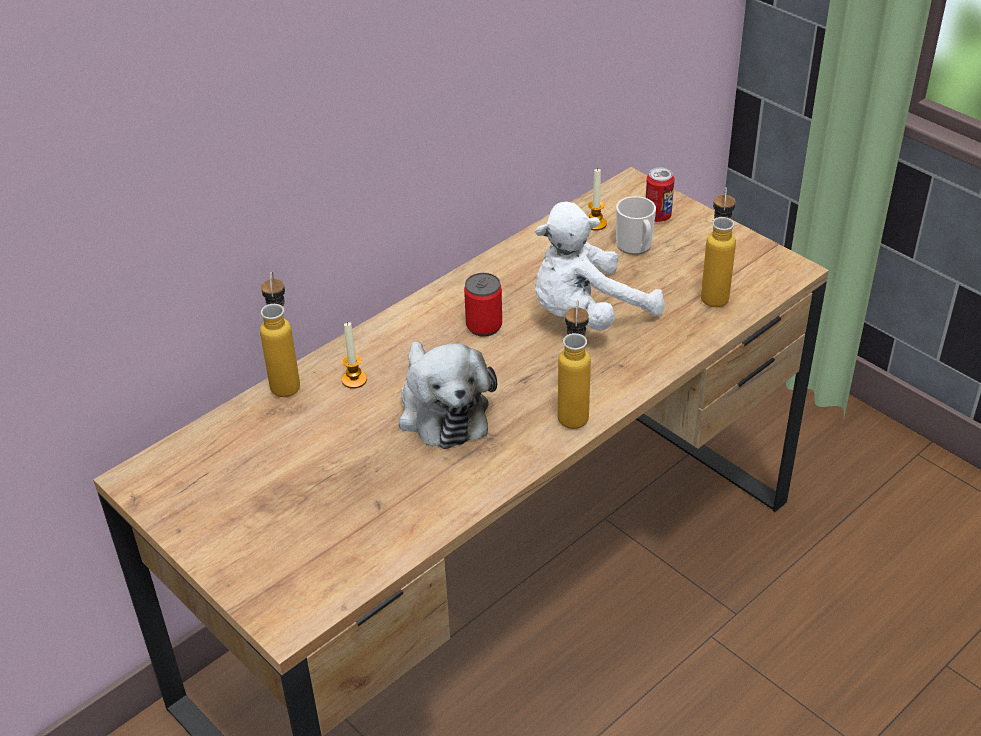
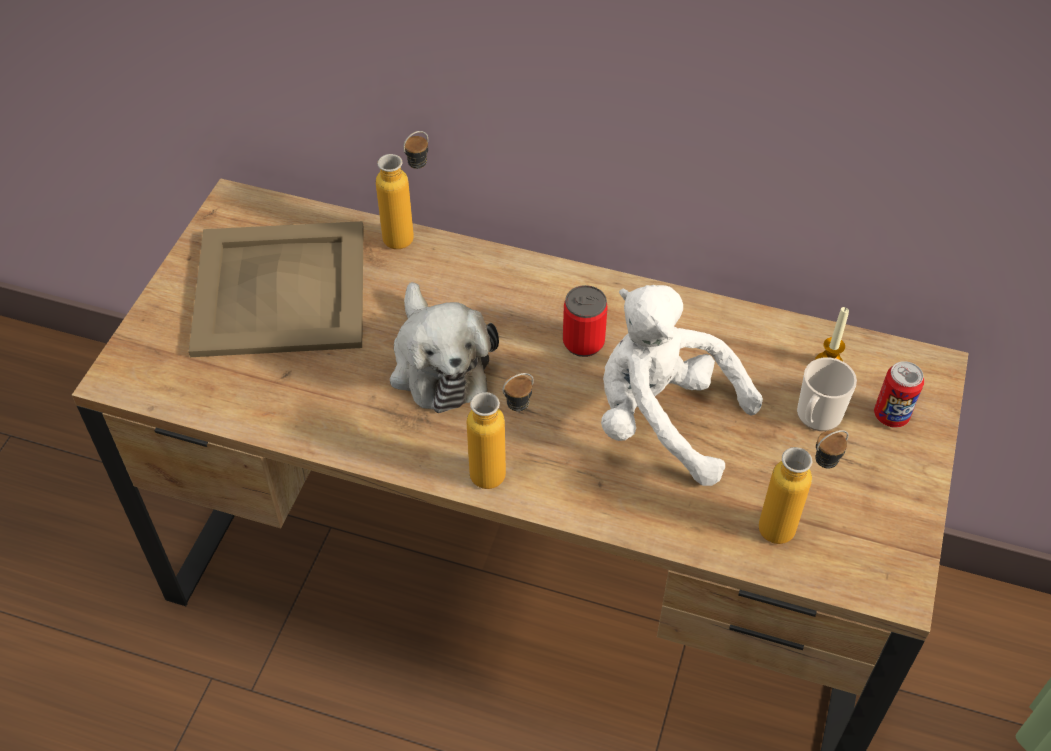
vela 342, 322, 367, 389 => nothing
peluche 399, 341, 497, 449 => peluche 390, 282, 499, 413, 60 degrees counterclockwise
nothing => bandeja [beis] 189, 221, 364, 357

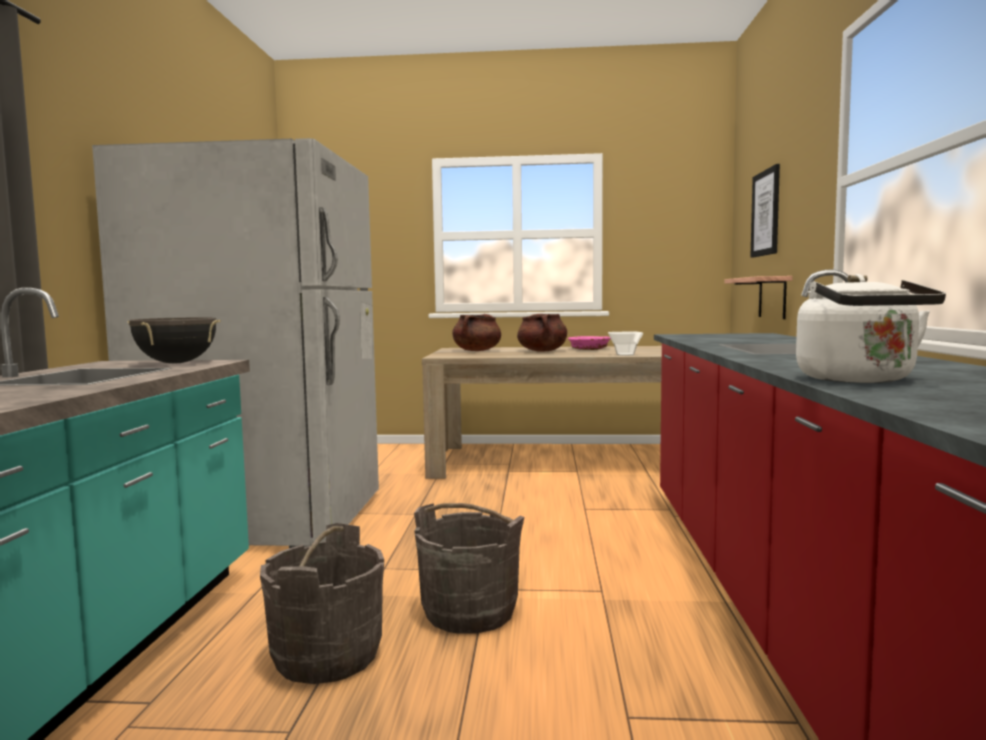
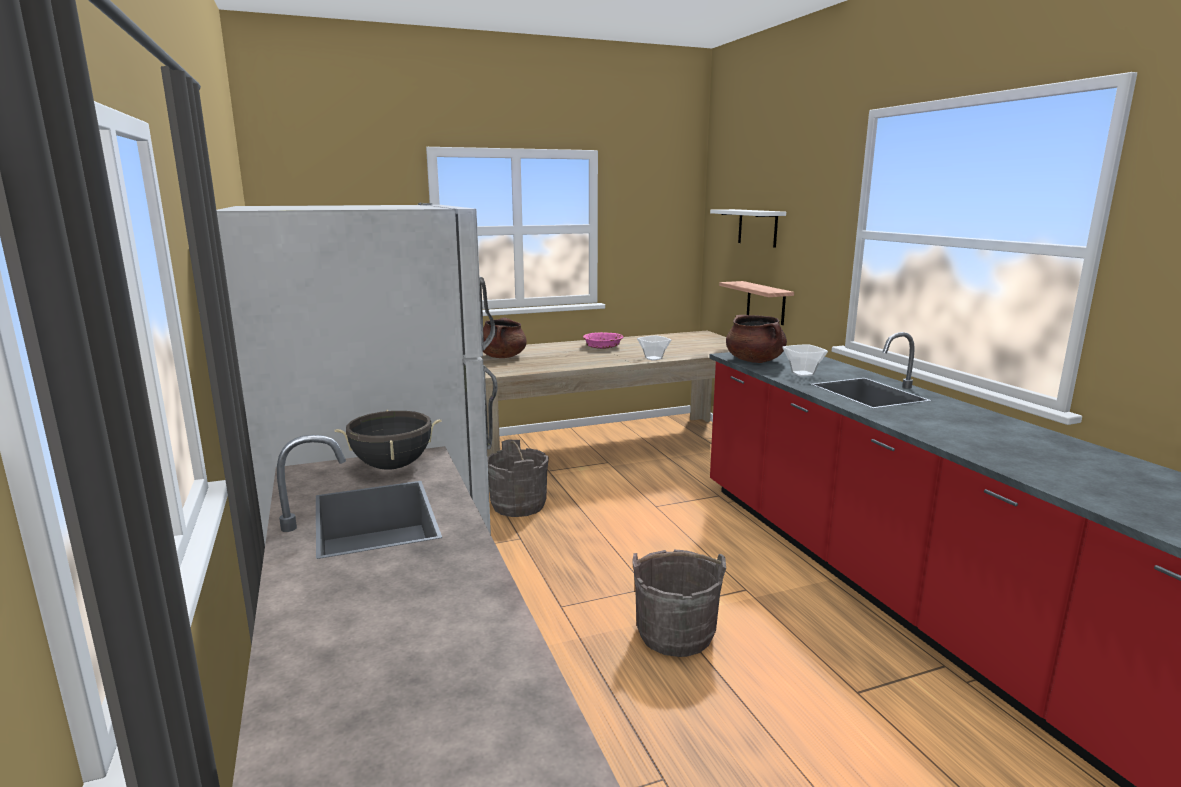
cuadro 751, 164, 780, 258 => estante [blanco] 710, 209, 786, 247
hervidor [blanco] 796, 274, 946, 383 => nothing
olla [marrón] 517, 314, 567, 352 => olla [marrón] 726, 315, 787, 363, moved
cubo [gris] 260, 523, 384, 684 => cubo [gris] 487, 440, 549, 517, moved
nothing => cuenco 782, 345, 828, 376

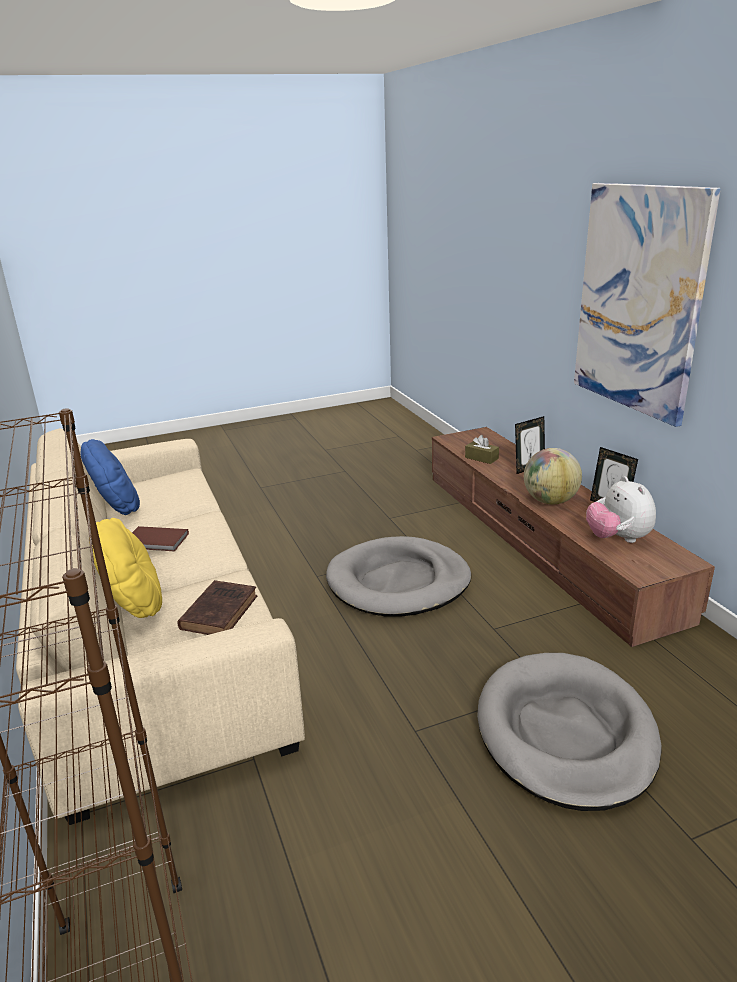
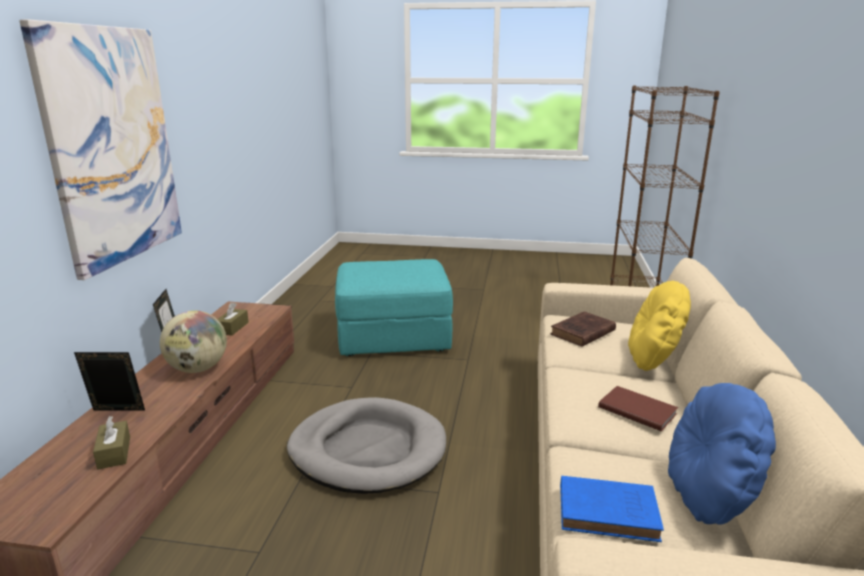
peluche 586, 476, 656, 543 => caja de pañuelos [marrón] 218, 303, 249, 336
cama para perro [gris] 477, 653, 661, 811 => puf [turquesa] 335, 259, 453, 356
nothing => libro [azul] 560, 476, 664, 542

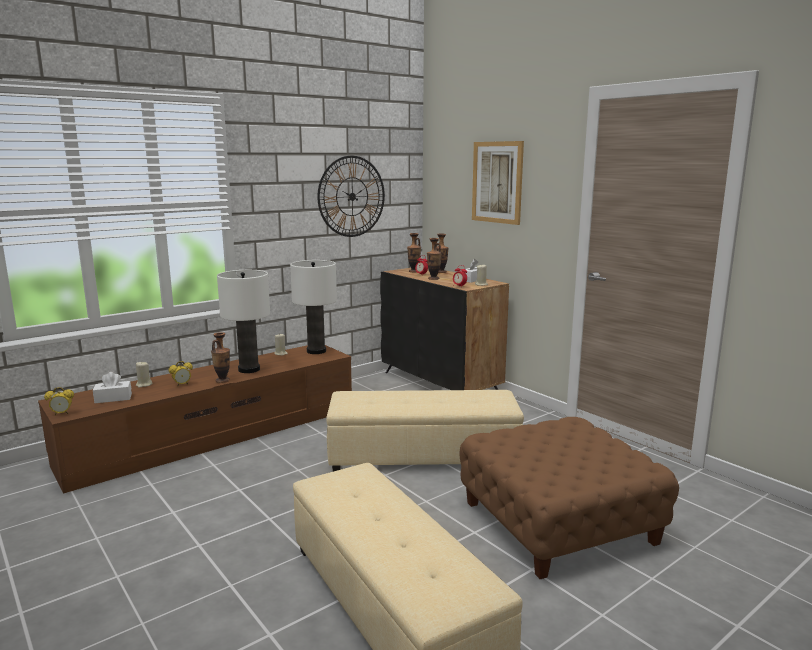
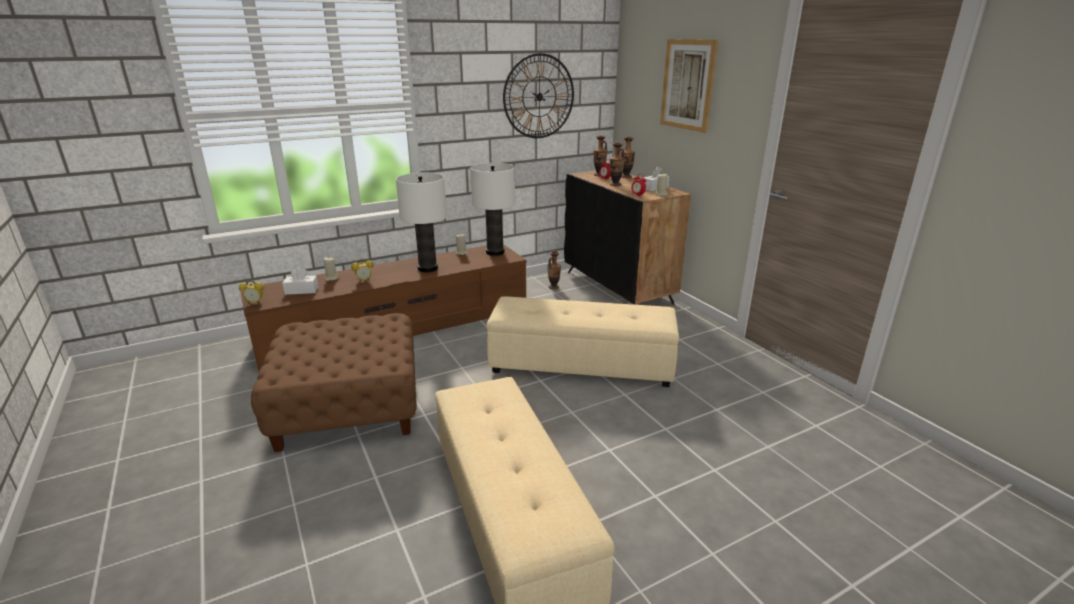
florero 211, 332, 230, 383 => florero 547, 251, 561, 290, moved
puf [marrón] 459, 417, 679, 579 => puf [marrón] 251, 313, 416, 452, moved

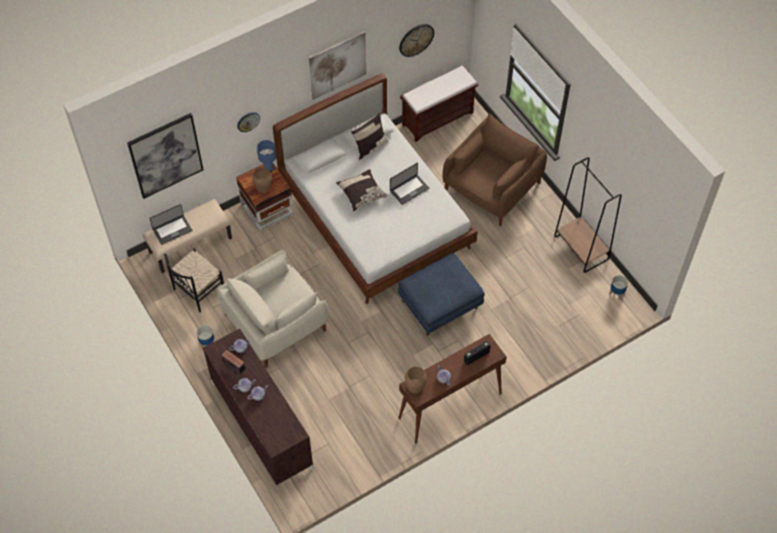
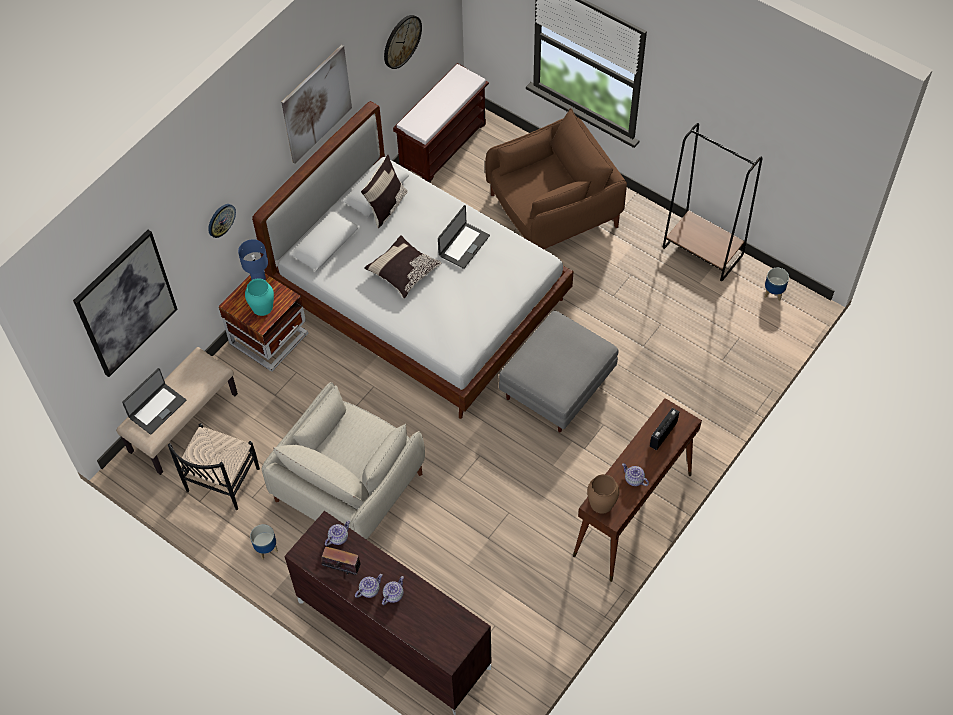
sillón [marrón] 443, 114, 547, 226 => sillón [marrón] 485, 108, 627, 249, 45 degrees clockwise
florero [marrón] 252, 167, 272, 193 => florero [turquesa] 245, 278, 274, 316
puf [azul] 398, 253, 485, 336 => puf [gris] 499, 310, 618, 433

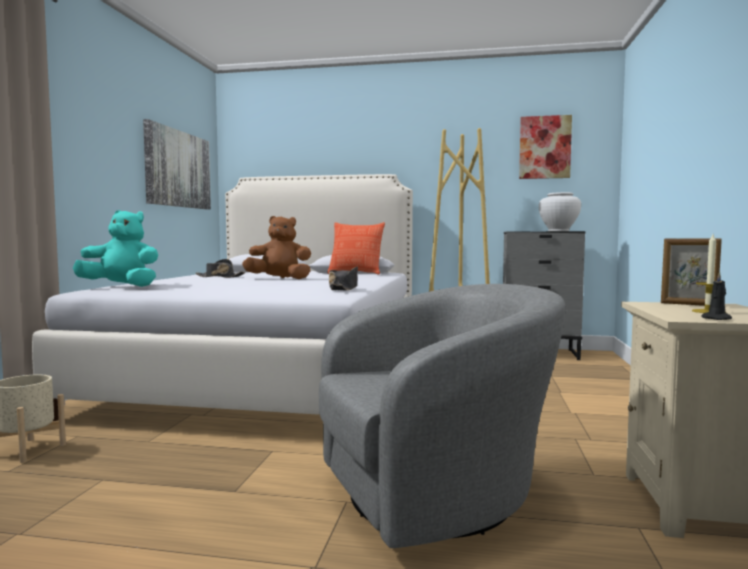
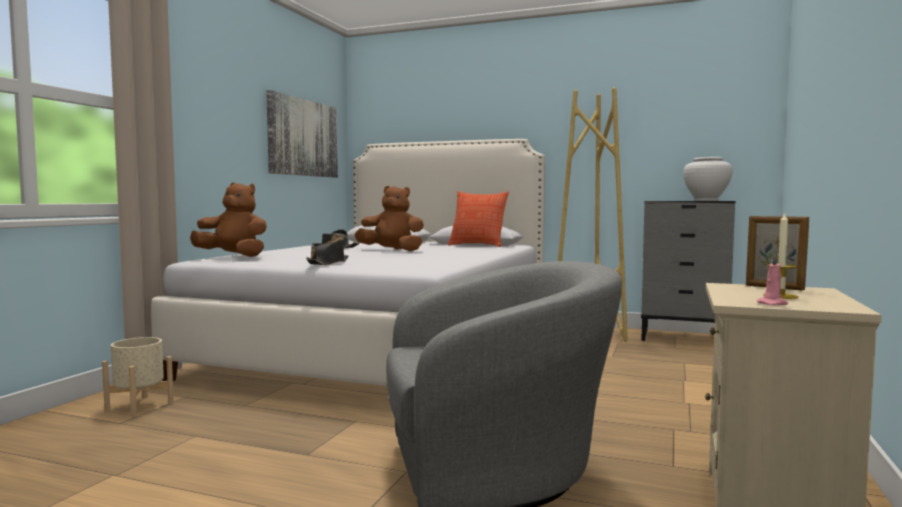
cuadro 519, 115, 572, 179 => nothing
peluche [turquesa] 73, 210, 158, 287 => peluche [marrón] 190, 182, 267, 257
sombrero [negro] 329, 266, 358, 291 => sombrero [negro] 306, 240, 349, 265, moved
vela [negro] 701, 271, 732, 320 => vela [rosa] 757, 255, 788, 305

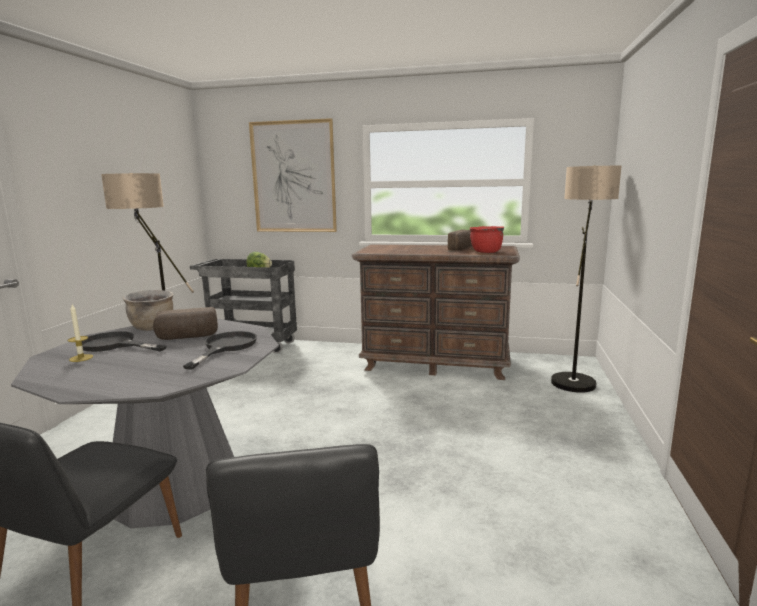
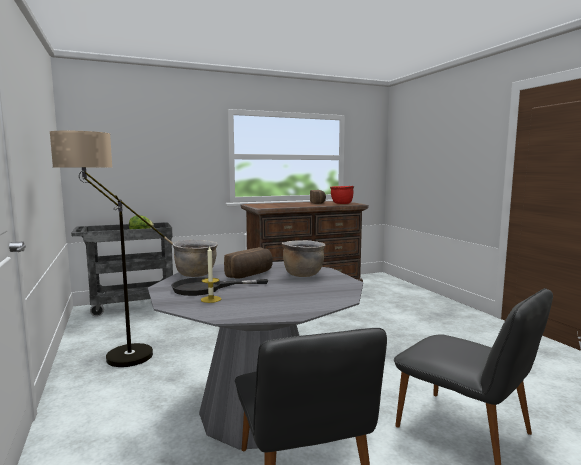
cuadro 249, 118, 337, 232 => nothing
lámpara de pie 551, 165, 621, 393 => nothing
sartén [negro] 183, 331, 257, 369 => olla [marrón] 282, 240, 326, 277

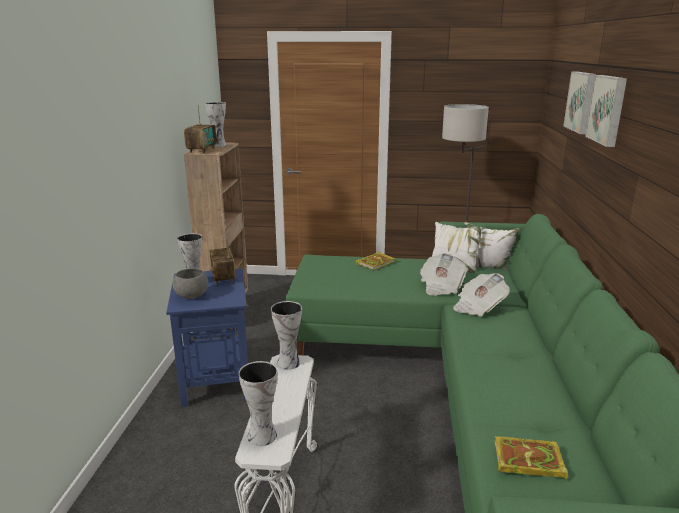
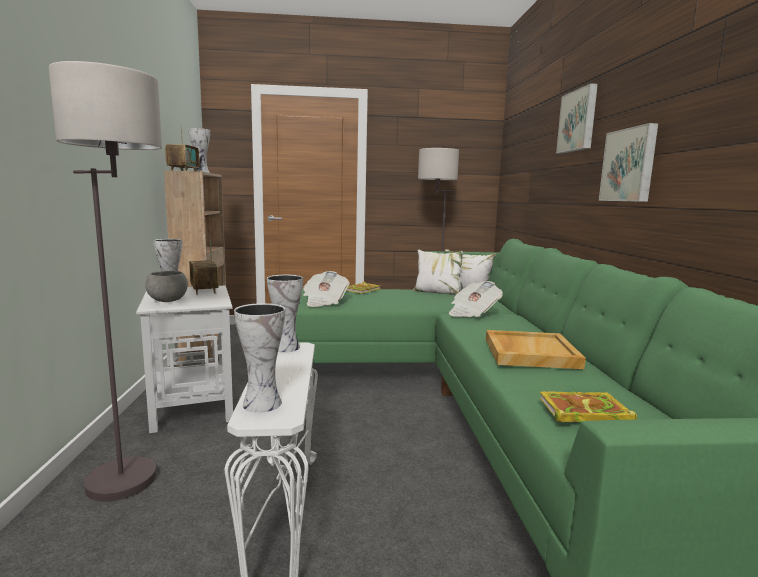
cuadro 563, 72, 597, 134 => cuadro 599, 123, 658, 202, moved
periódico 420, 253, 467, 296 => periódico 303, 271, 350, 307, moved
mesa auxiliar [azul] 166, 268, 248, 407 => mesa auxiliar [blanco] 136, 286, 233, 433
nothing => lámpara de pie [gris] 49, 61, 162, 502
nothing => bandeja [beis] 486, 330, 586, 369

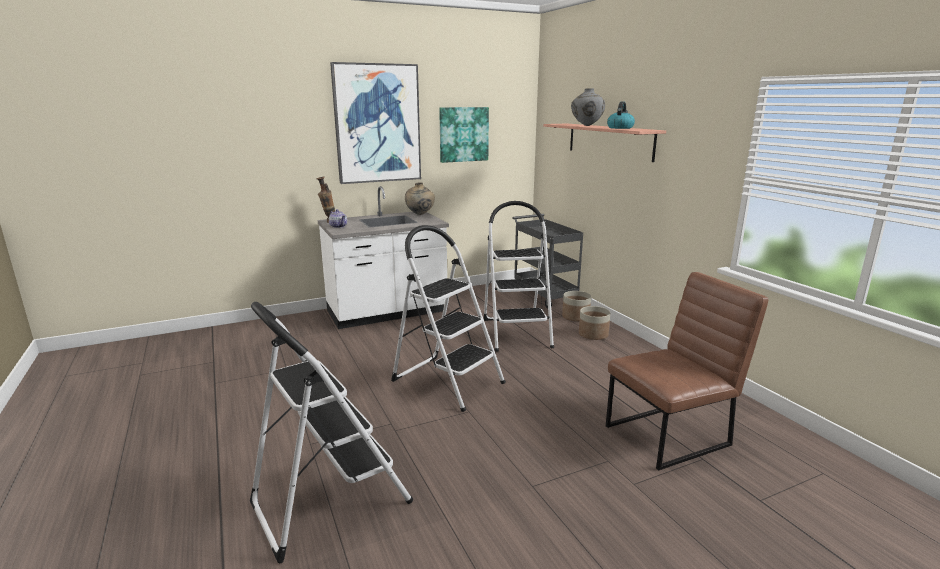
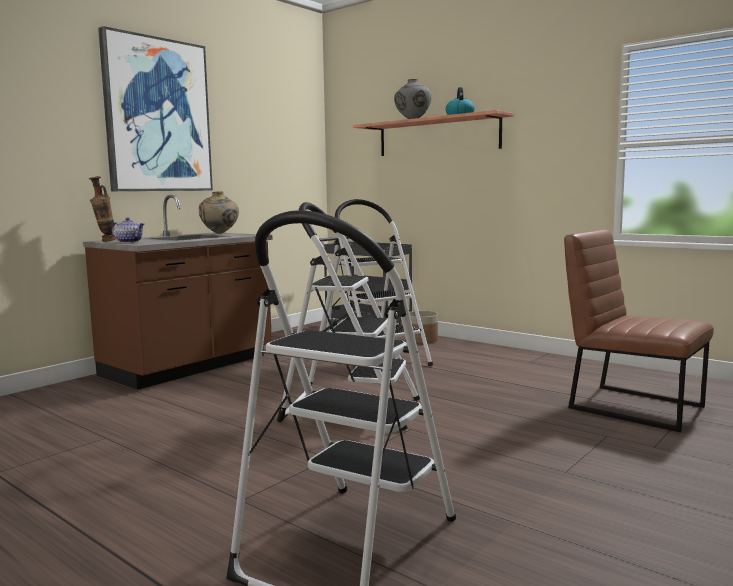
cuadro 439, 107, 489, 163 => nothing
mueble bajo de cocina [blanco] 318, 186, 449, 329 => mueble bajo de cocina [marrón] 83, 195, 273, 390
silla [marrón] 606, 272, 768, 470 => silla [marrón] 564, 229, 714, 432, 90 degrees counterclockwise
maceta 579, 306, 610, 340 => nothing

